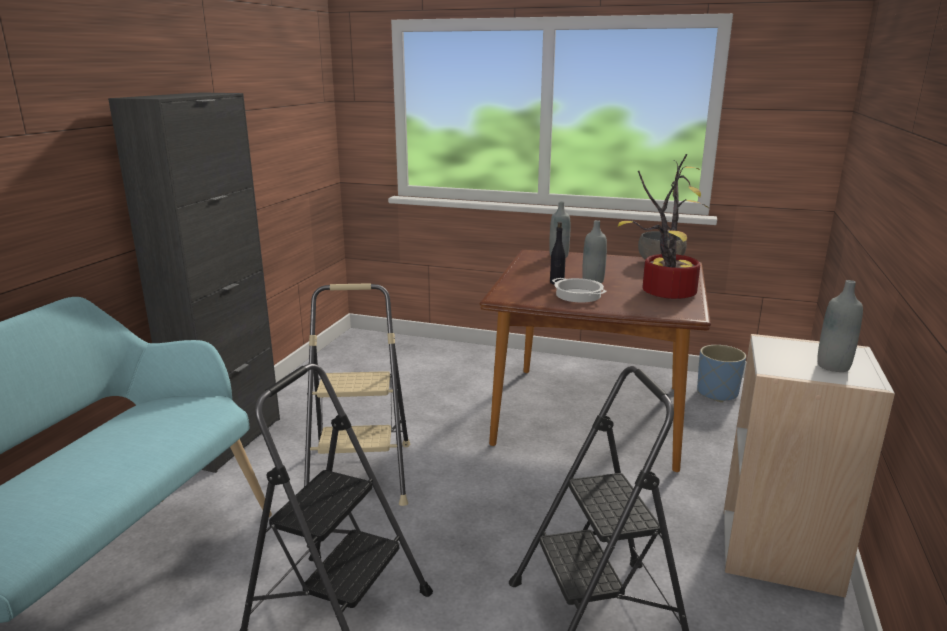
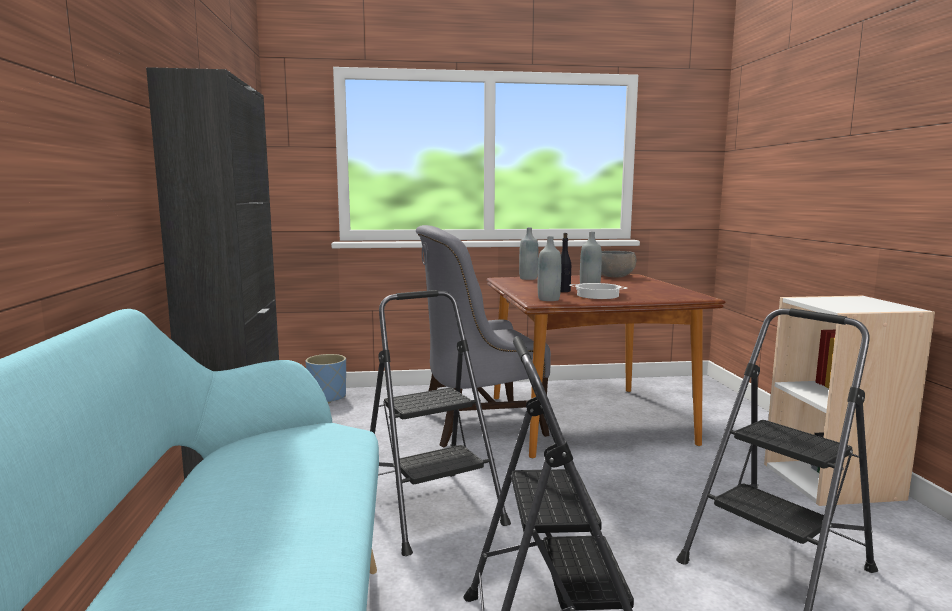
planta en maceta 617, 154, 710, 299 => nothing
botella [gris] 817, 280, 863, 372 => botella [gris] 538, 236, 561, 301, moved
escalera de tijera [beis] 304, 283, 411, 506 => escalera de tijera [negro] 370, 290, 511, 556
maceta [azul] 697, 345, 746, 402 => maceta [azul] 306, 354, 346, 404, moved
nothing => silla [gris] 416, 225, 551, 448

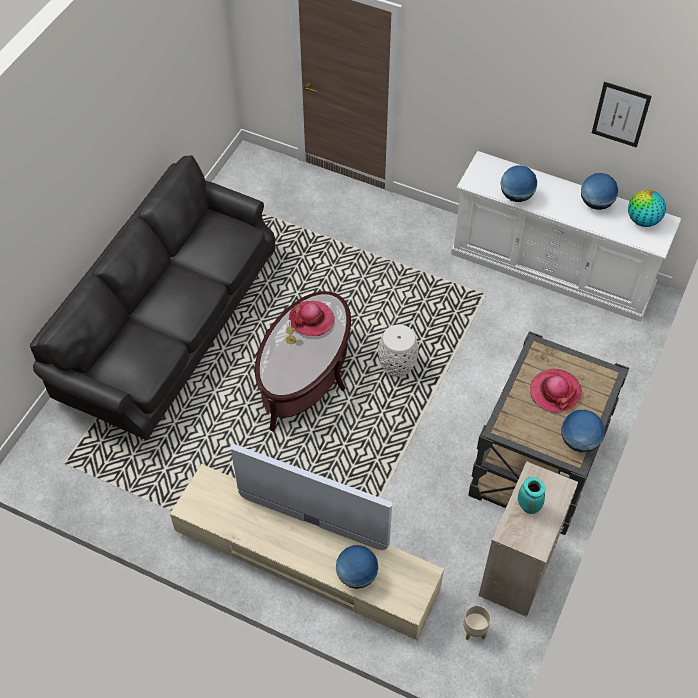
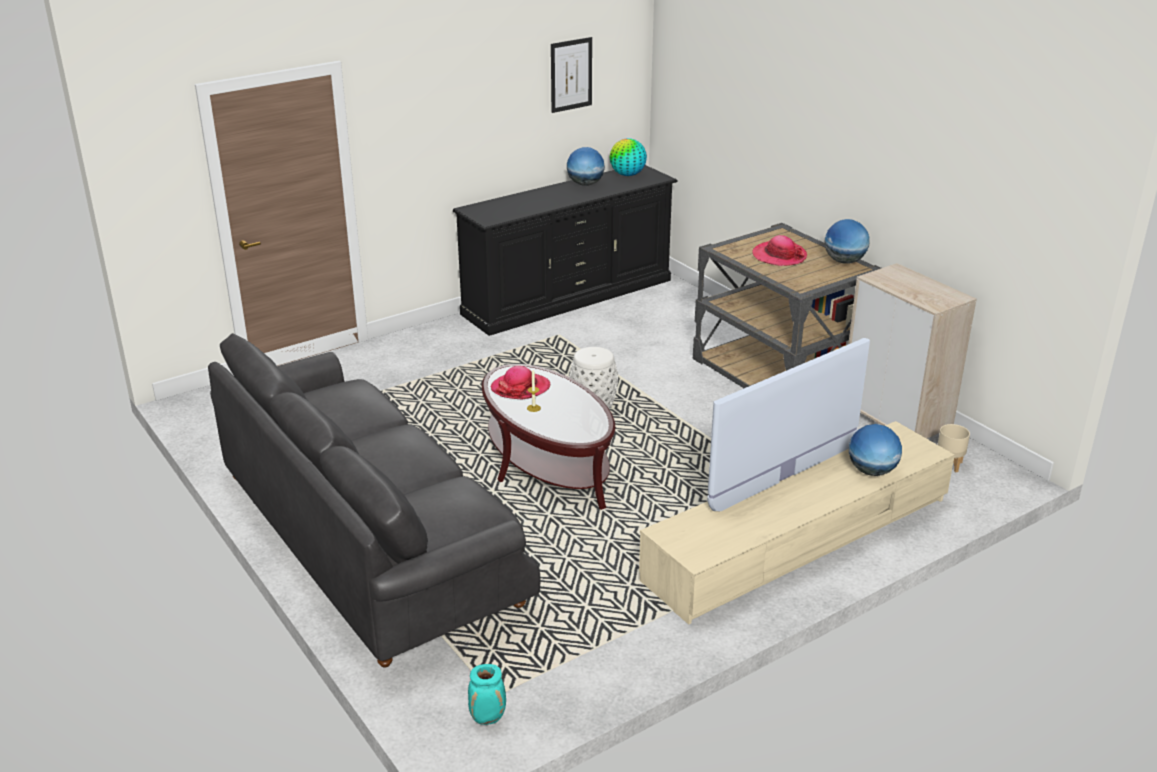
armario [blanco] 451, 151, 681, 322 => armario [negro] 453, 165, 678, 336
globo terráqueo 500, 165, 537, 202 => nothing
florero [turquesa] 518, 477, 545, 514 => florero [turquesa] 468, 664, 506, 725, moved

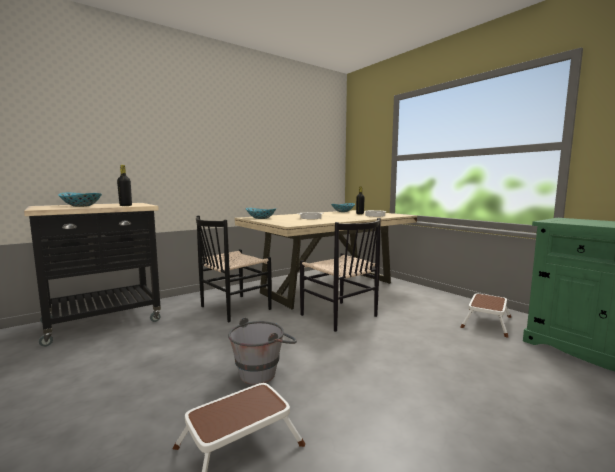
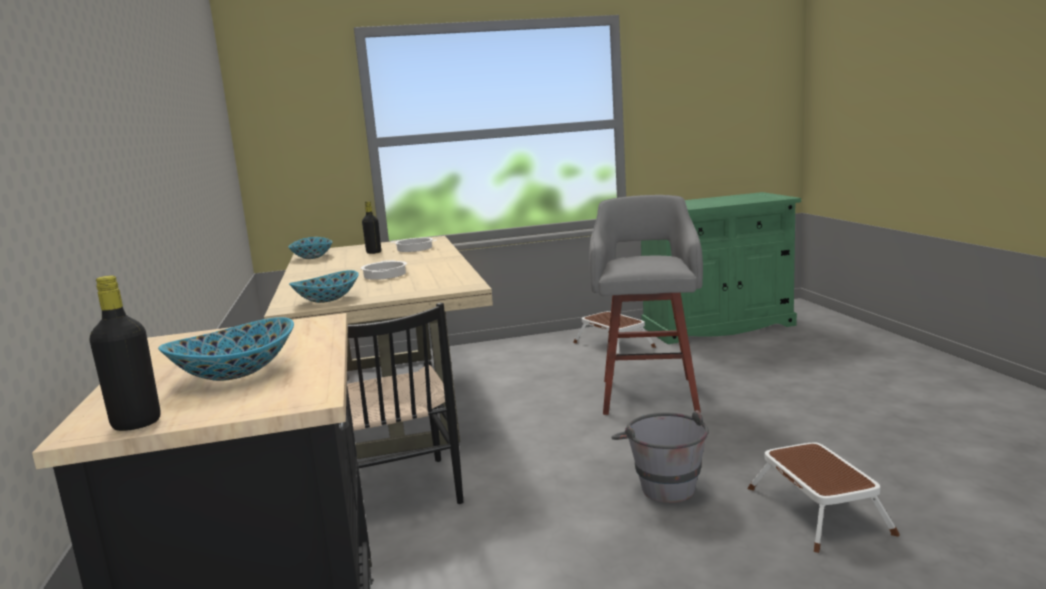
botella [negro] 117, 165, 132, 206 => botella [negro] 89, 276, 160, 431, moved
silla [negro] 300, 218, 381, 332 => nothing
nothing => taburete [gris] 589, 195, 703, 415

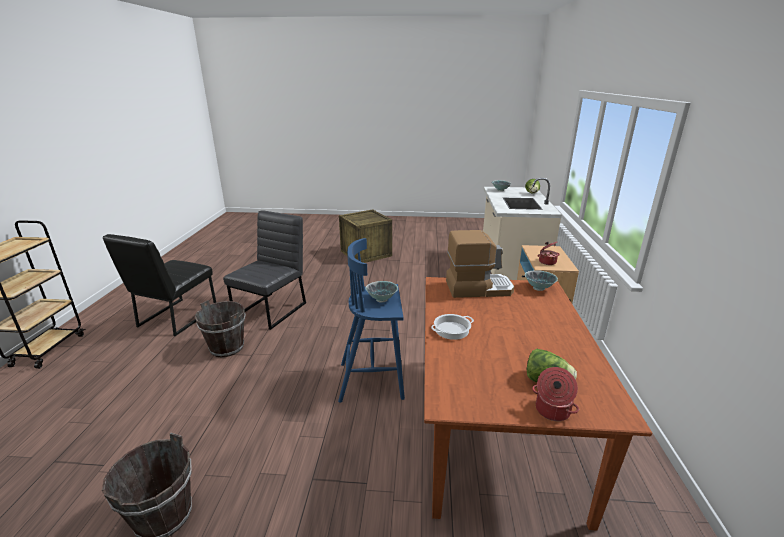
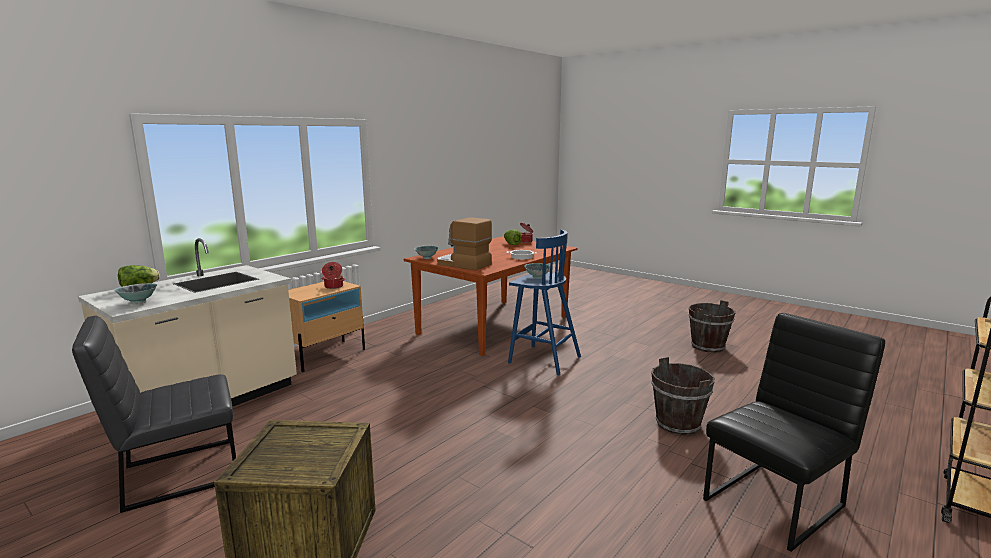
silla [gris] 223, 210, 306, 330 => silla [gris] 72, 315, 236, 513, moved

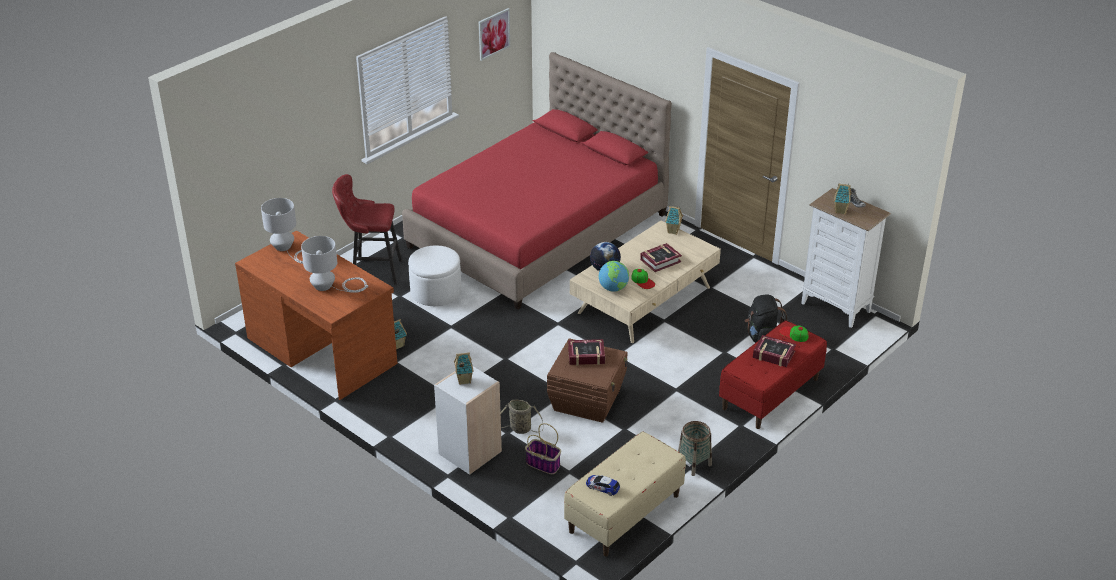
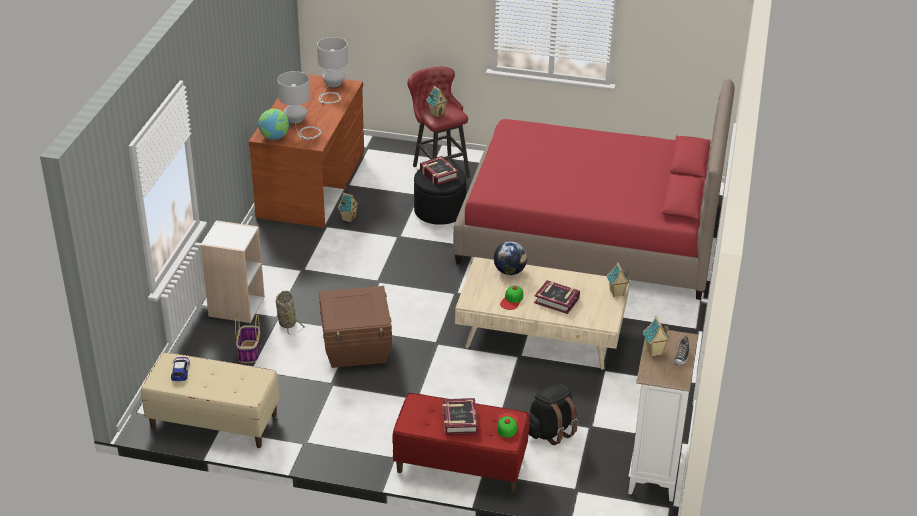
cuadro 478, 8, 510, 61 => nothing
puf [blanco] 408, 246, 462, 306 => puf [negro] 414, 165, 466, 225
globo terráqueo 599, 261, 629, 292 => globo terráqueo 258, 109, 289, 140, moved
libro 568, 339, 605, 365 => libro 420, 156, 459, 185, moved
casita 454, 352, 474, 385 => casita 427, 86, 448, 117, moved
cesta 678, 421, 712, 476 => nothing

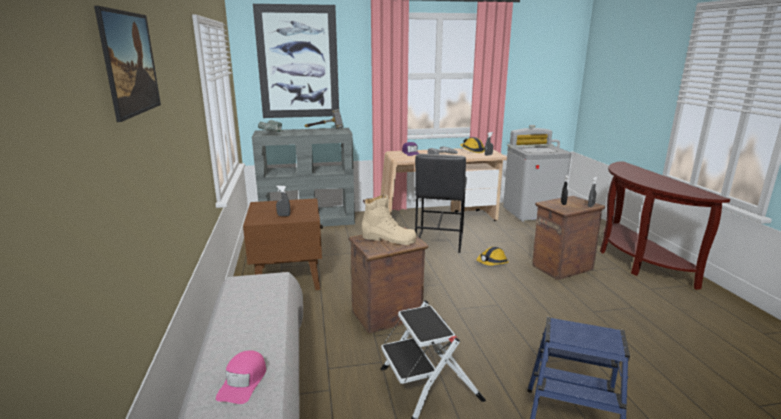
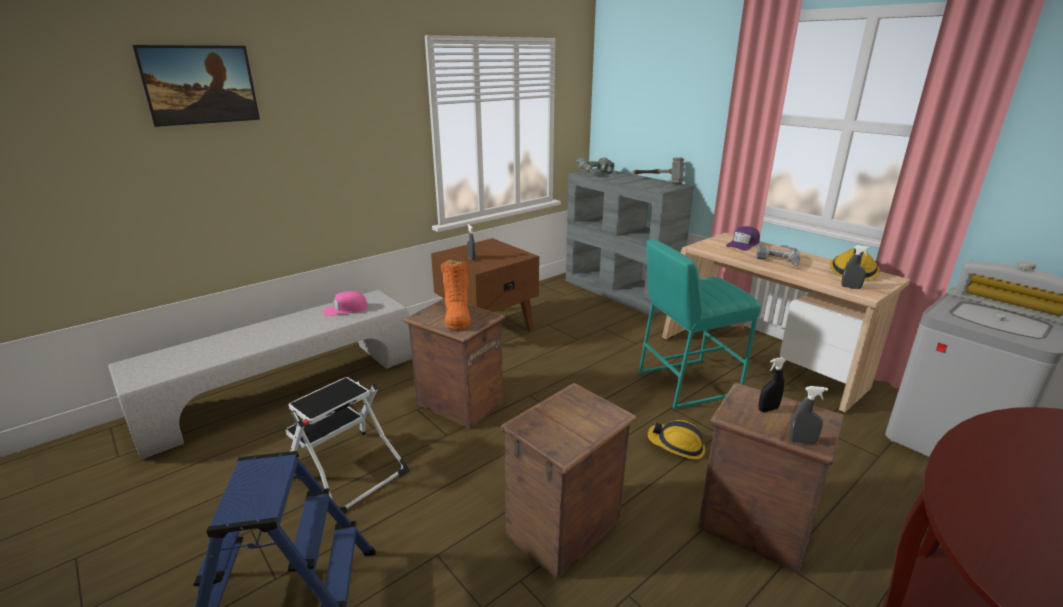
cuadro 253, 4, 339, 118 => nothing
taburete [gris] 415, 154, 467, 253 => taburete [turquesa] 639, 239, 761, 409
bota [beis] 362, 194, 417, 245 => bota [naranja] 441, 259, 471, 330
gorra [rosa] 216, 350, 266, 404 => gorra [rosa] 323, 291, 368, 317, moved
nothing => caja de embalaje 500, 383, 637, 578

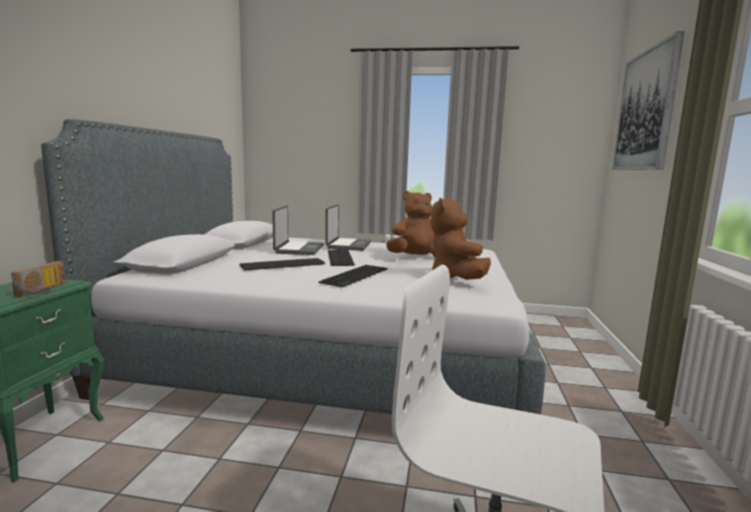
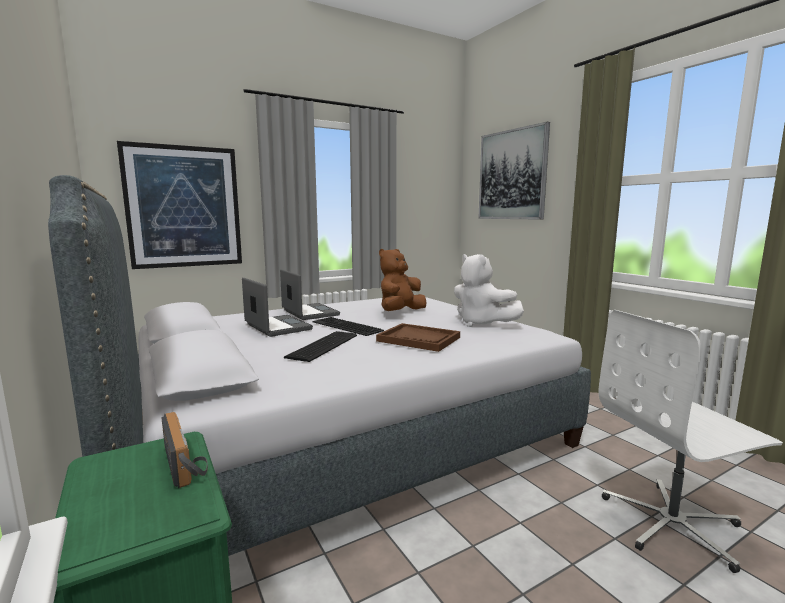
peluche [marrón] 430, 198, 491, 280 => peluche [blanco] 454, 254, 524, 327
teclado 319, 265, 388, 287 => bandeja [marrón] 376, 323, 460, 352
nothing => cuadro 117, 141, 242, 269

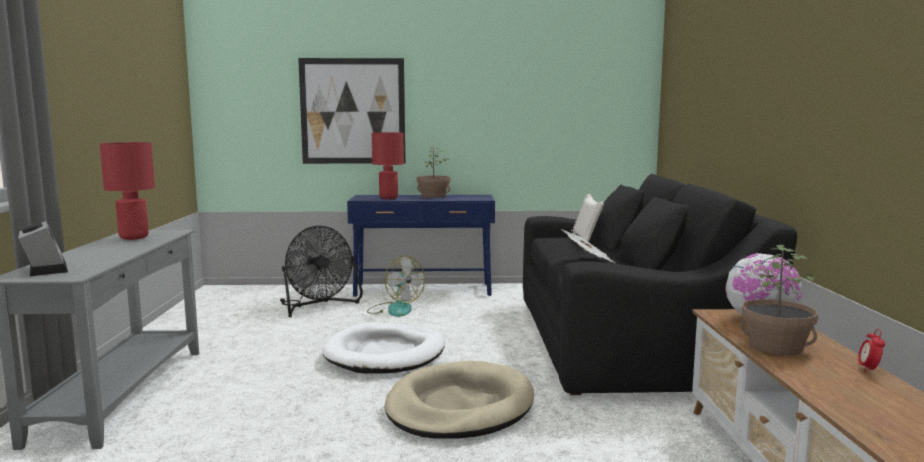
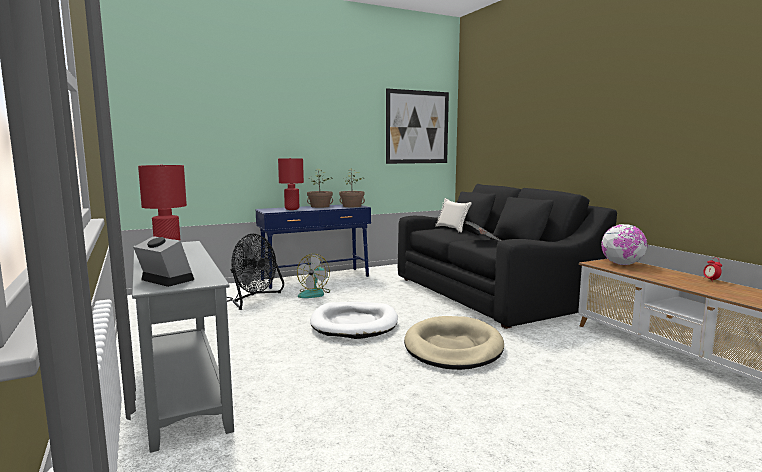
cuadro 298, 58, 406, 164 => cuadro 386, 89, 449, 164, moved
planta en maceta 740, 245, 822, 355 => planta en maceta 339, 168, 365, 207, moved
ventilador 367, 256, 425, 317 => ventilador 297, 254, 330, 298, 90 degrees clockwise

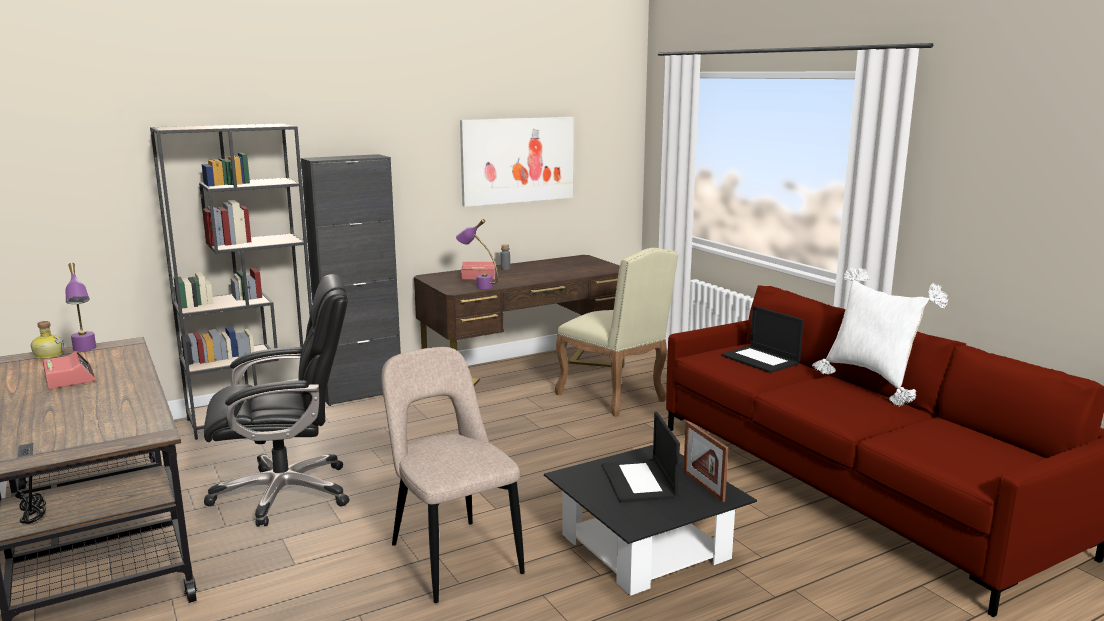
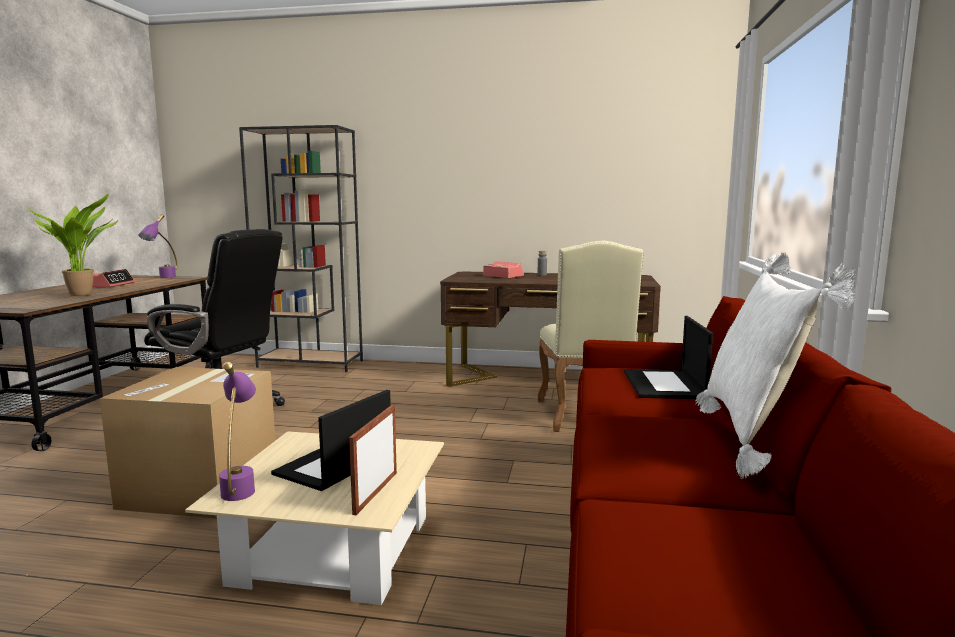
cuadro 460, 117, 573, 207 => nothing
armario [negro] 301, 154, 401, 406 => nothing
lámpara de mesa [morado] 456, 219, 498, 289 => lámpara de mesa [morado] 219, 362, 256, 501, moved
botella 31, 321, 64, 359 => nothing
silla [beis] 381, 347, 525, 603 => caja de cartón 100, 367, 275, 519
mesa de centro [negro] 544, 445, 757, 596 => mesa de centro [beis] 185, 431, 444, 605
nothing => planta en maceta 28, 194, 118, 296

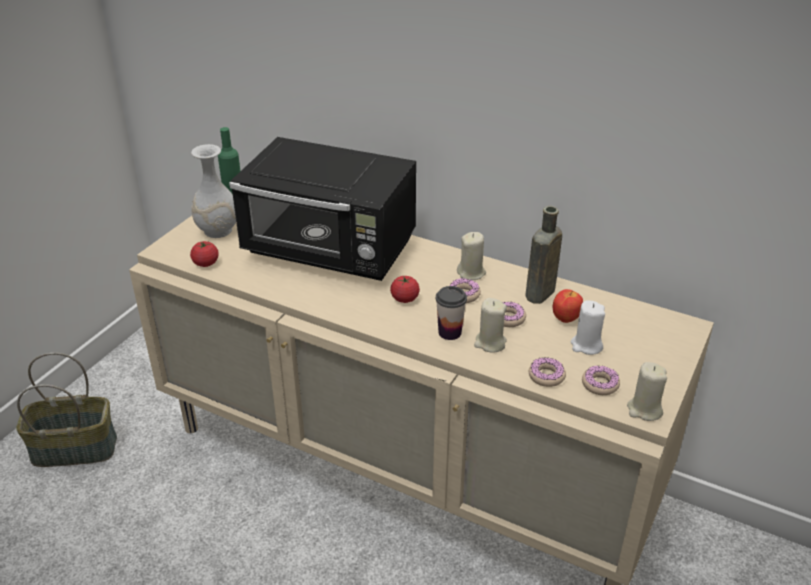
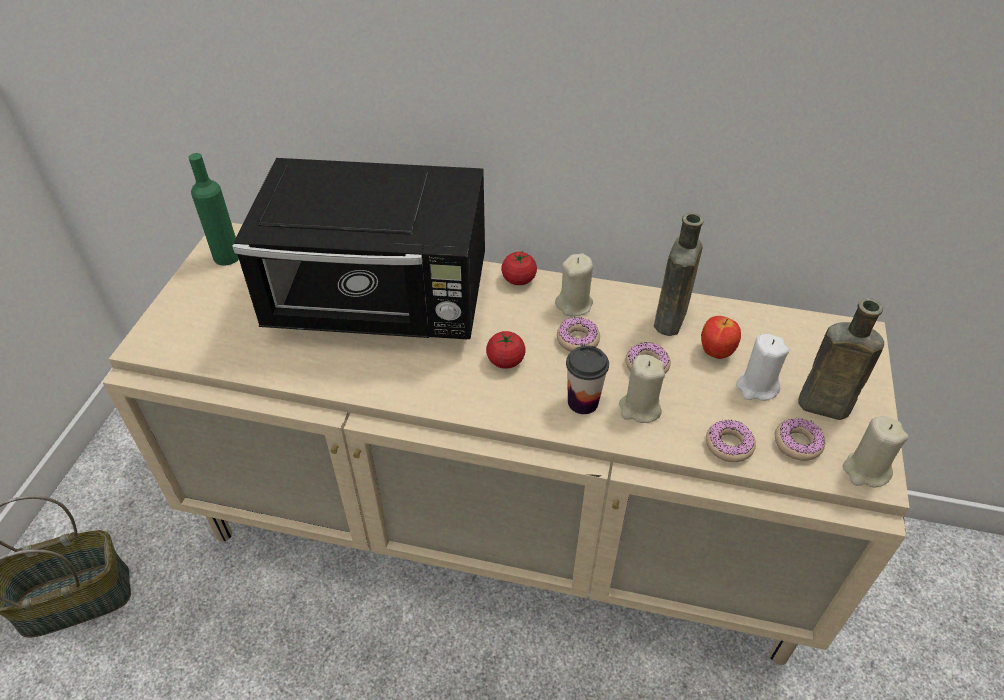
florero [blanco] 191, 144, 236, 238 => nothing
tomate 190, 241, 219, 267 => tomate 501, 251, 537, 285, moved
nothing => botella [marrón] 798, 298, 884, 420

